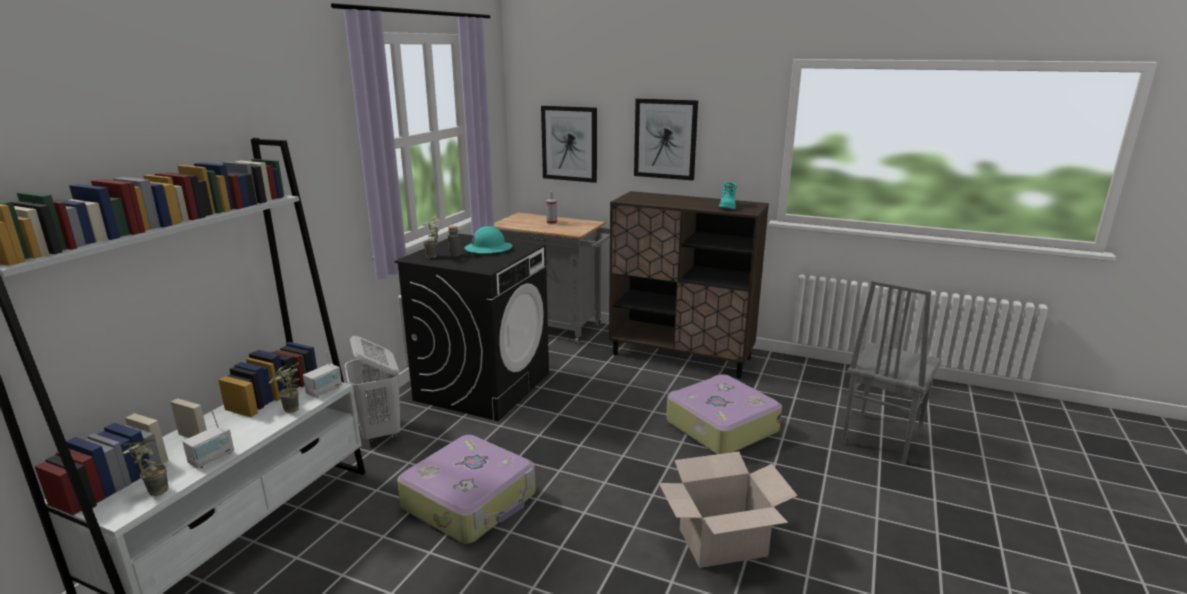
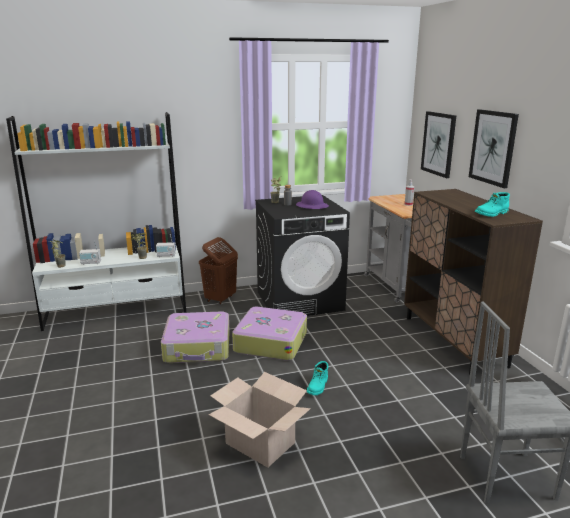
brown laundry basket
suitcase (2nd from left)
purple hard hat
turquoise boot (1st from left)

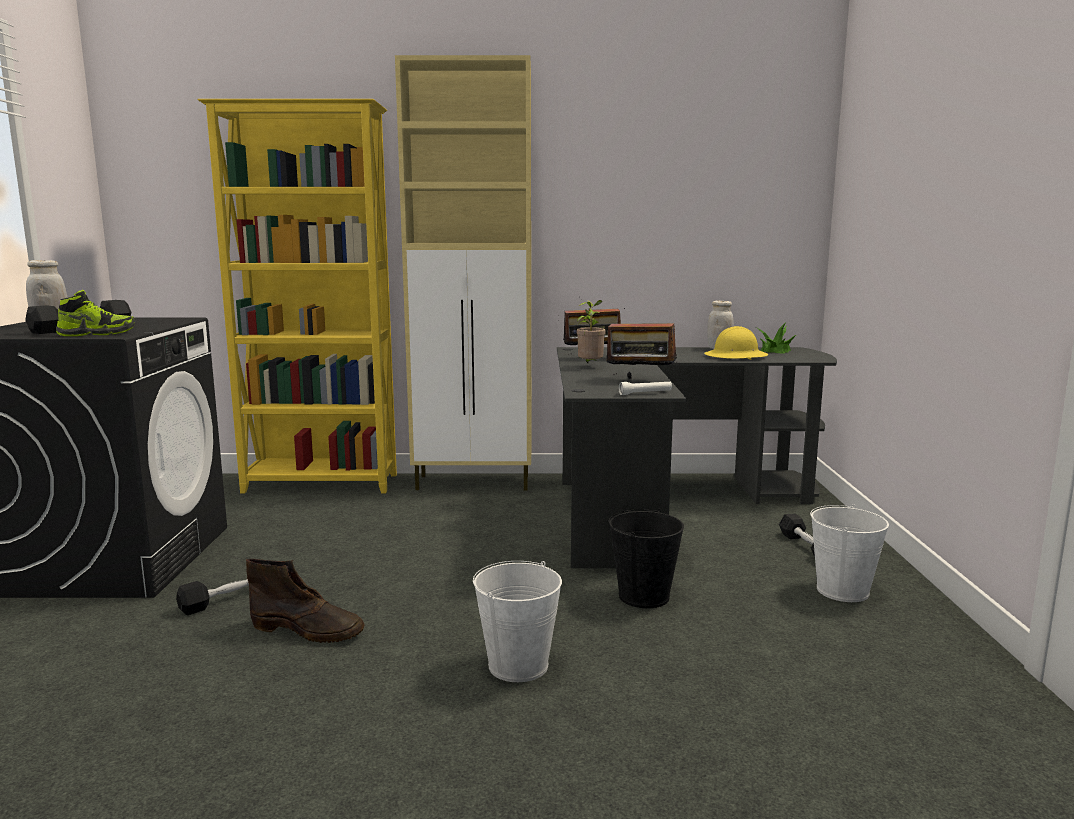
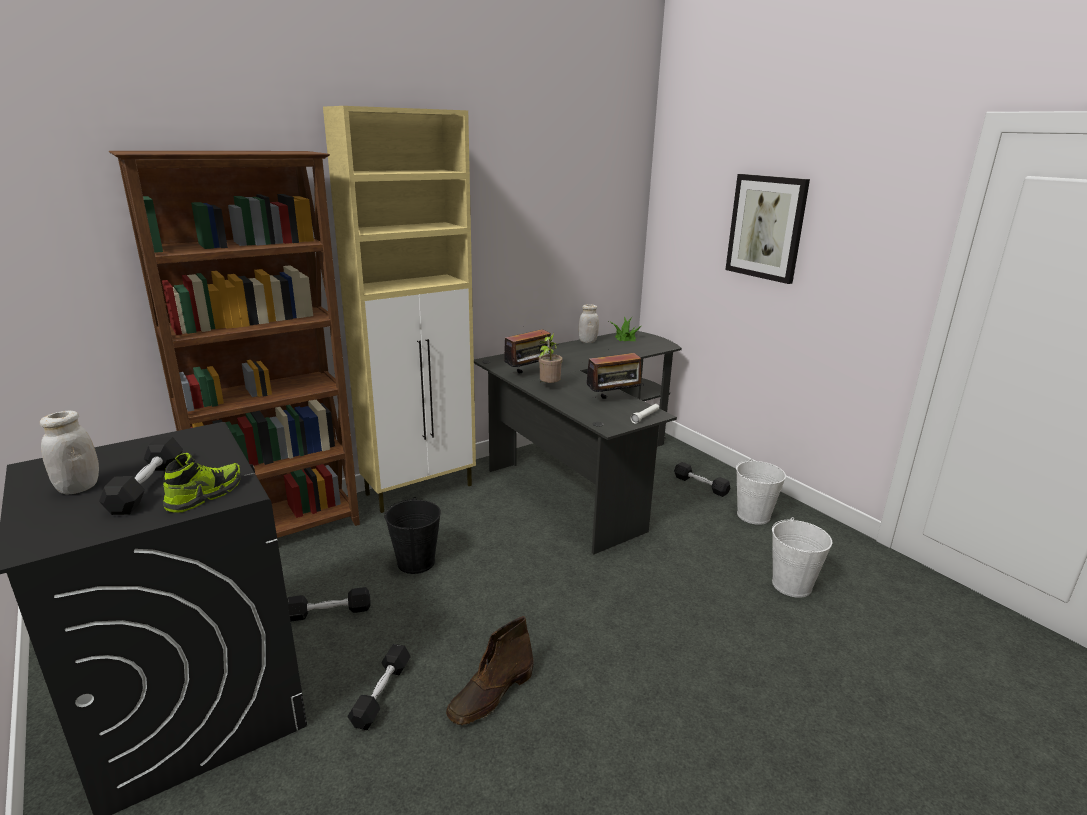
brown bookcase
black dumbbell (2nd from left)
black bucket
brown boot
picture
white bucket (2nd from left)
yellow hard hat

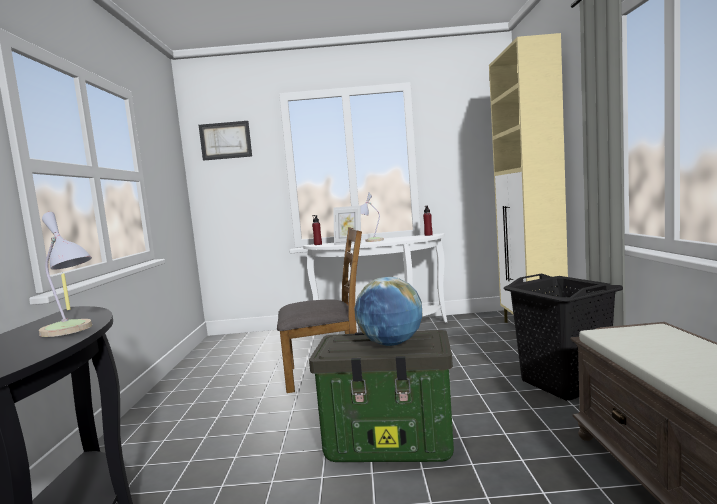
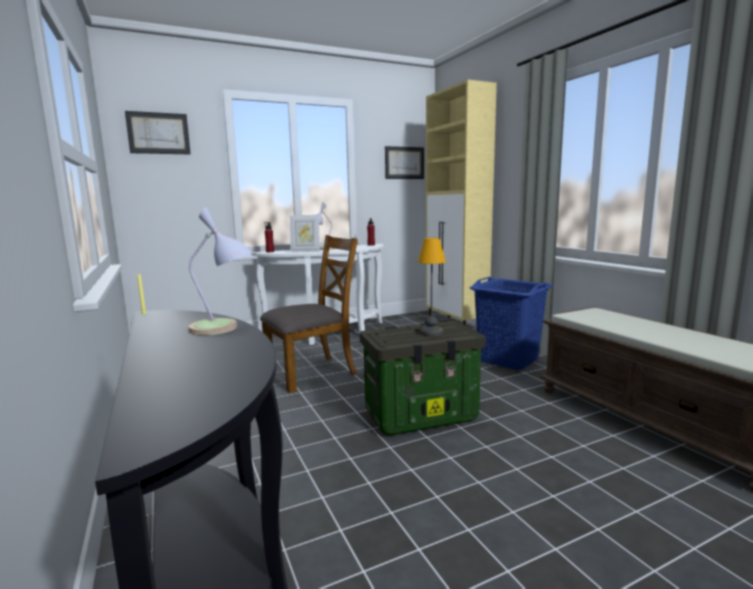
picture (2nd from left)
table lamp (3rd from left)
blue laundry basket

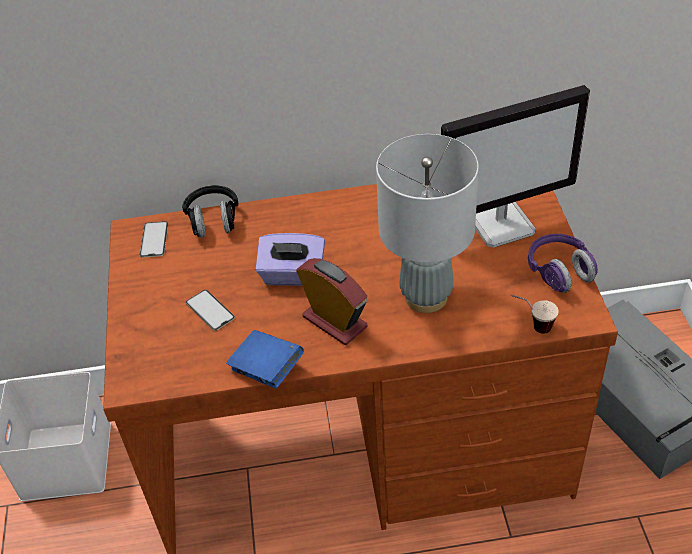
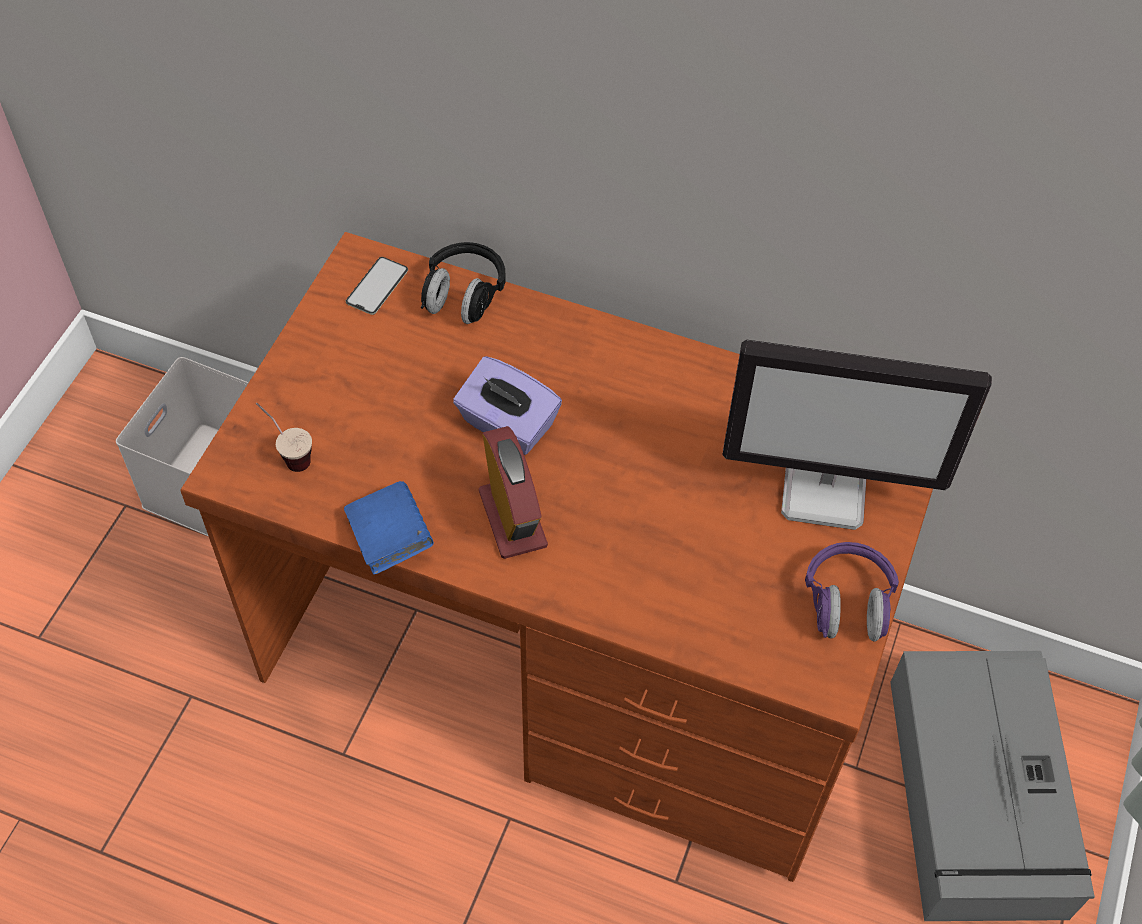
cup
phone (2nd from left in the first image)
grey table lamp

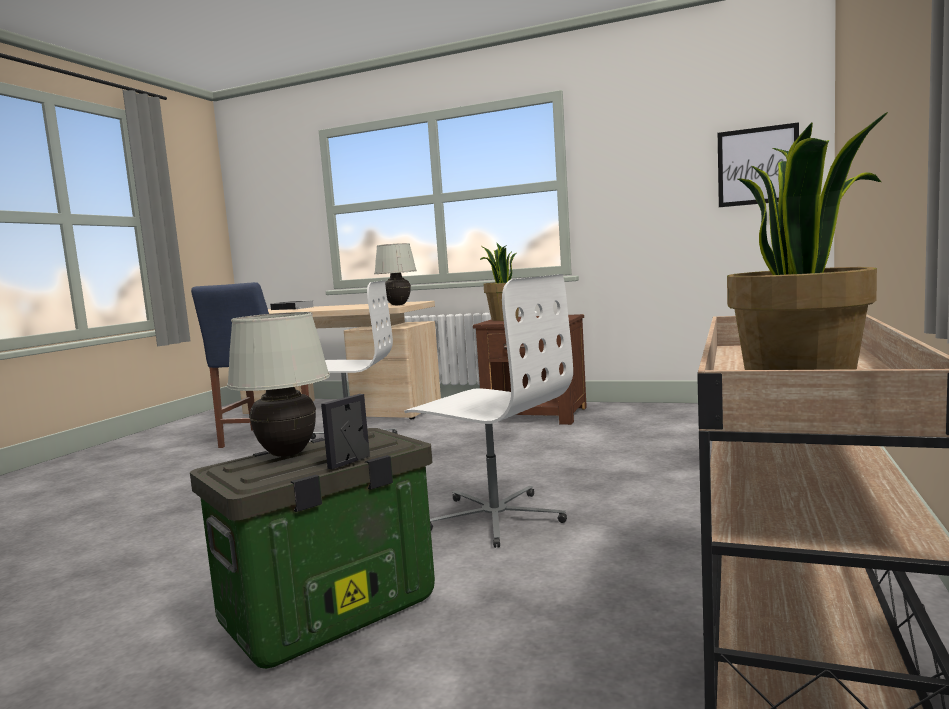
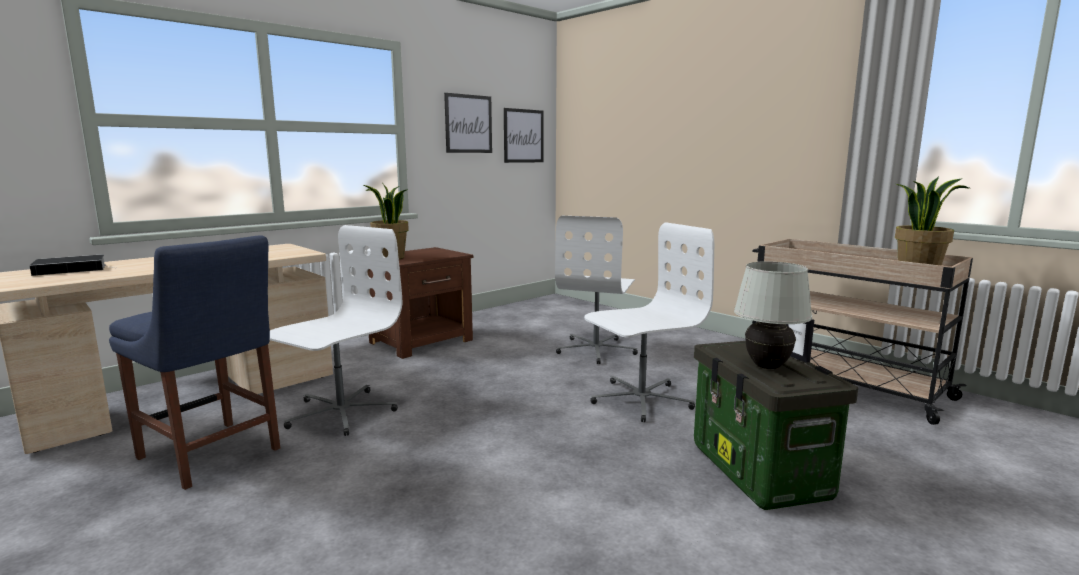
picture (1st from left)
white office chair (2nd from left)
white table lamp (2nd from left in the first image)

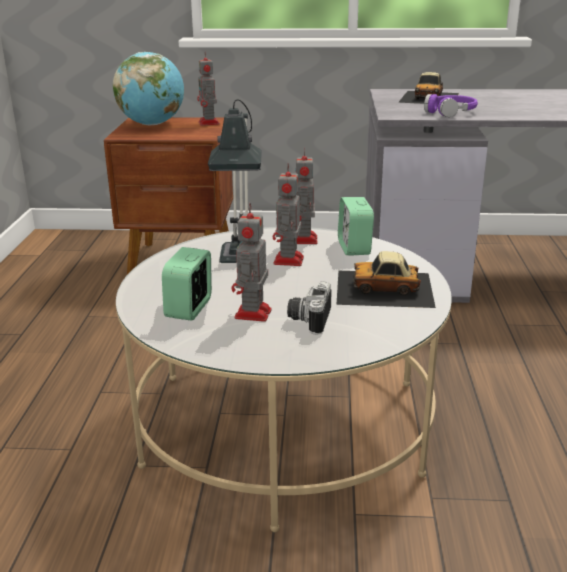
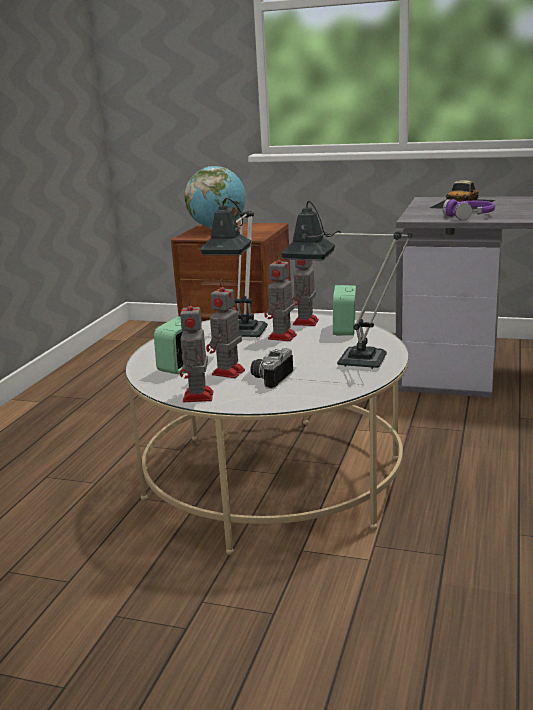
toy robot (1st from left)
table lamp (2nd from left)

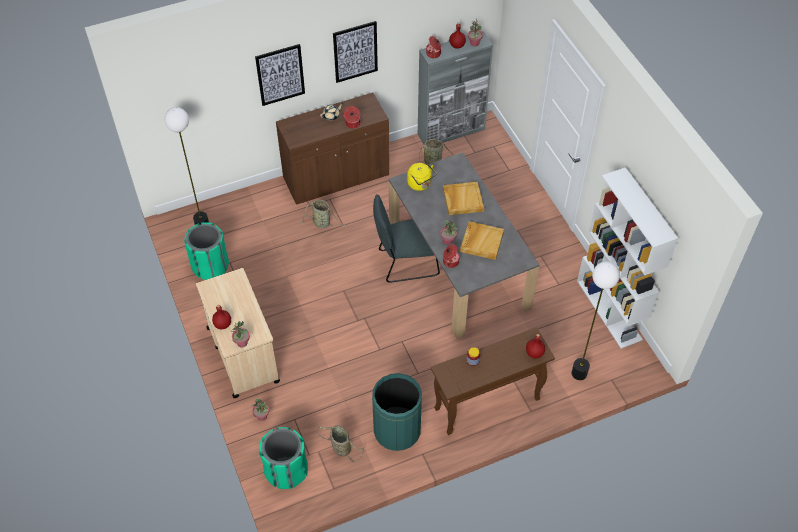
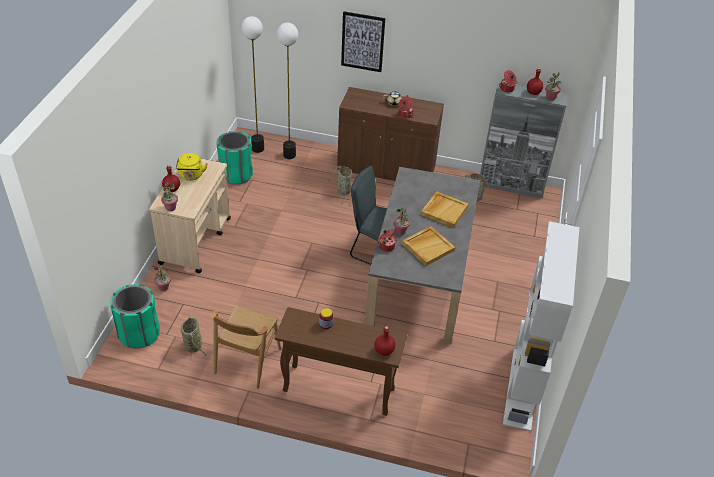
yellow kettle
brown chair
floor lamp (2nd from left)
picture (2nd from left in the first image)

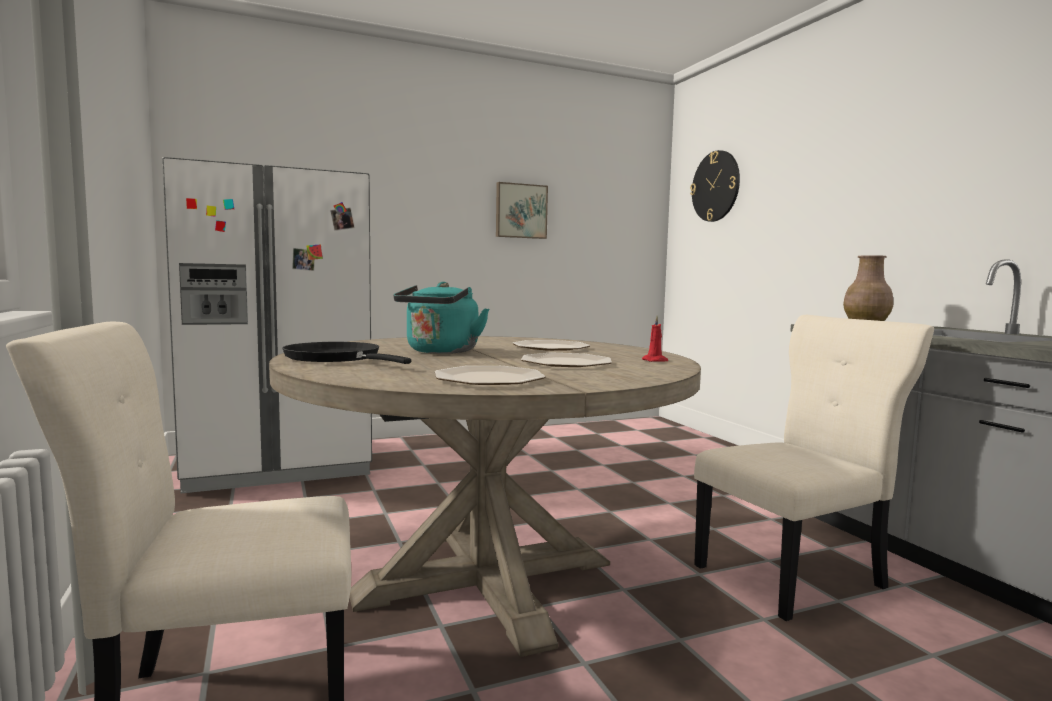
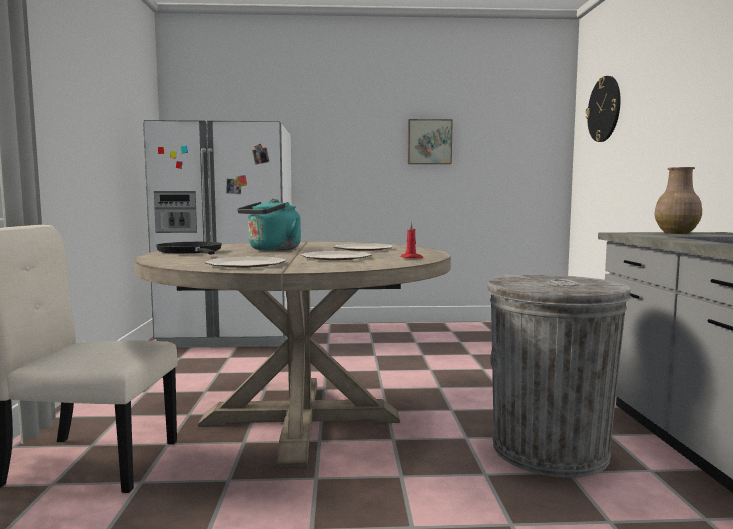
grey trash can

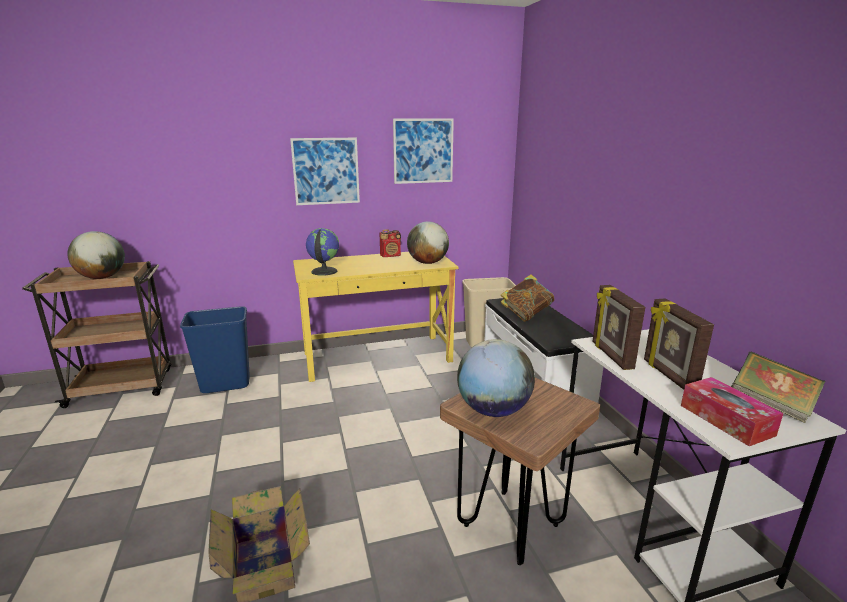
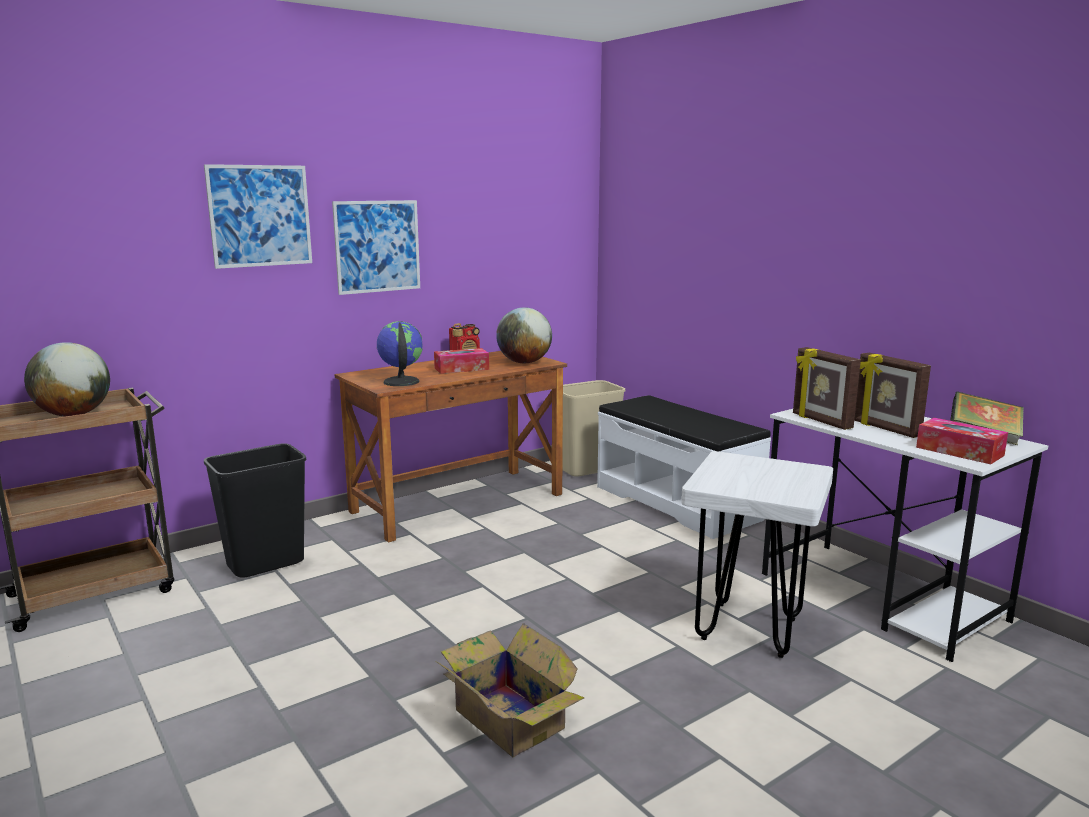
picture (1st from left)
black trash can
brown desk
tissue box (1st from left)
white stool
globe (4th from left in the first image)
book (1st from left in the first image)

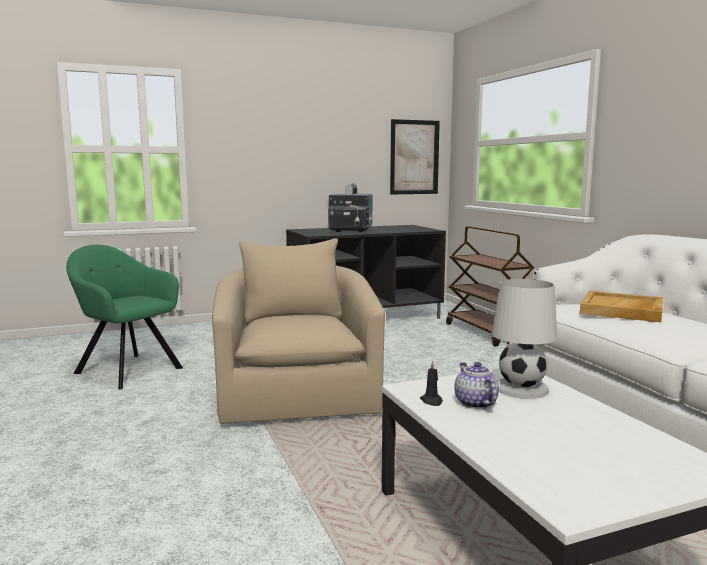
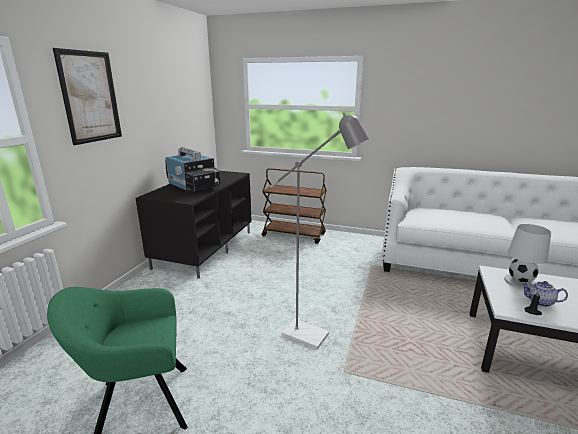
picture
grey floor lamp
beige tray

